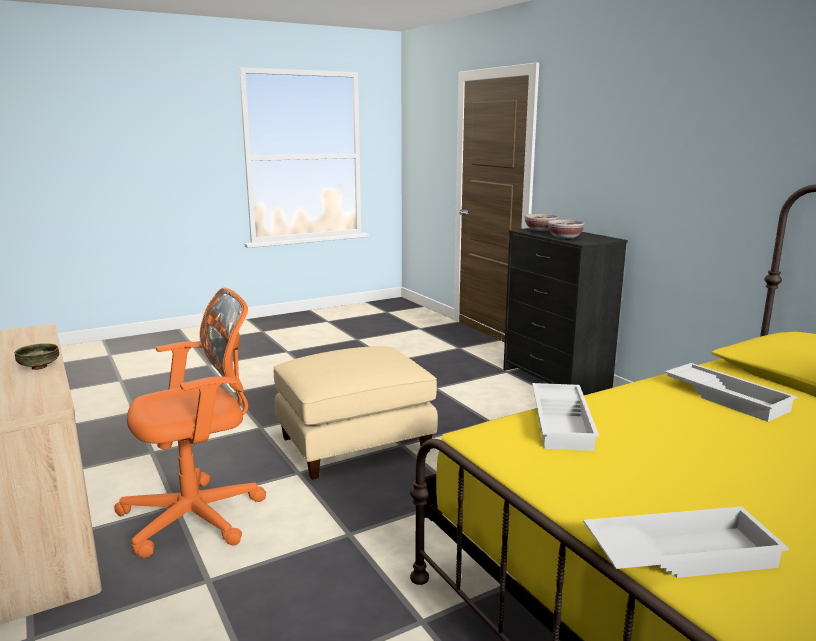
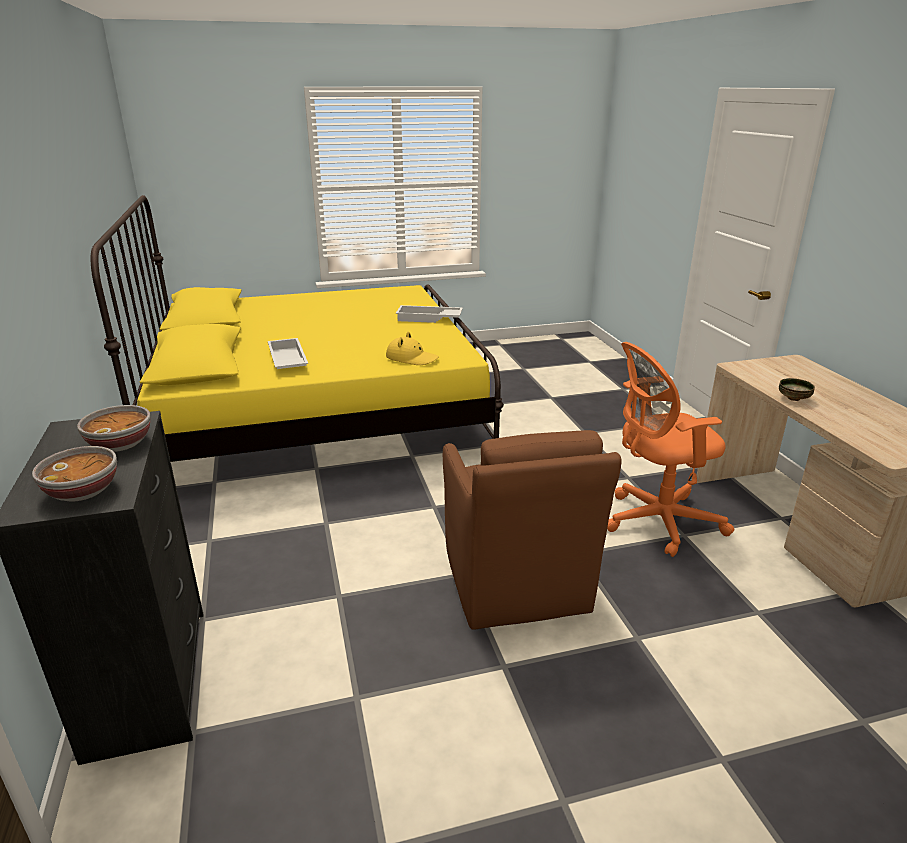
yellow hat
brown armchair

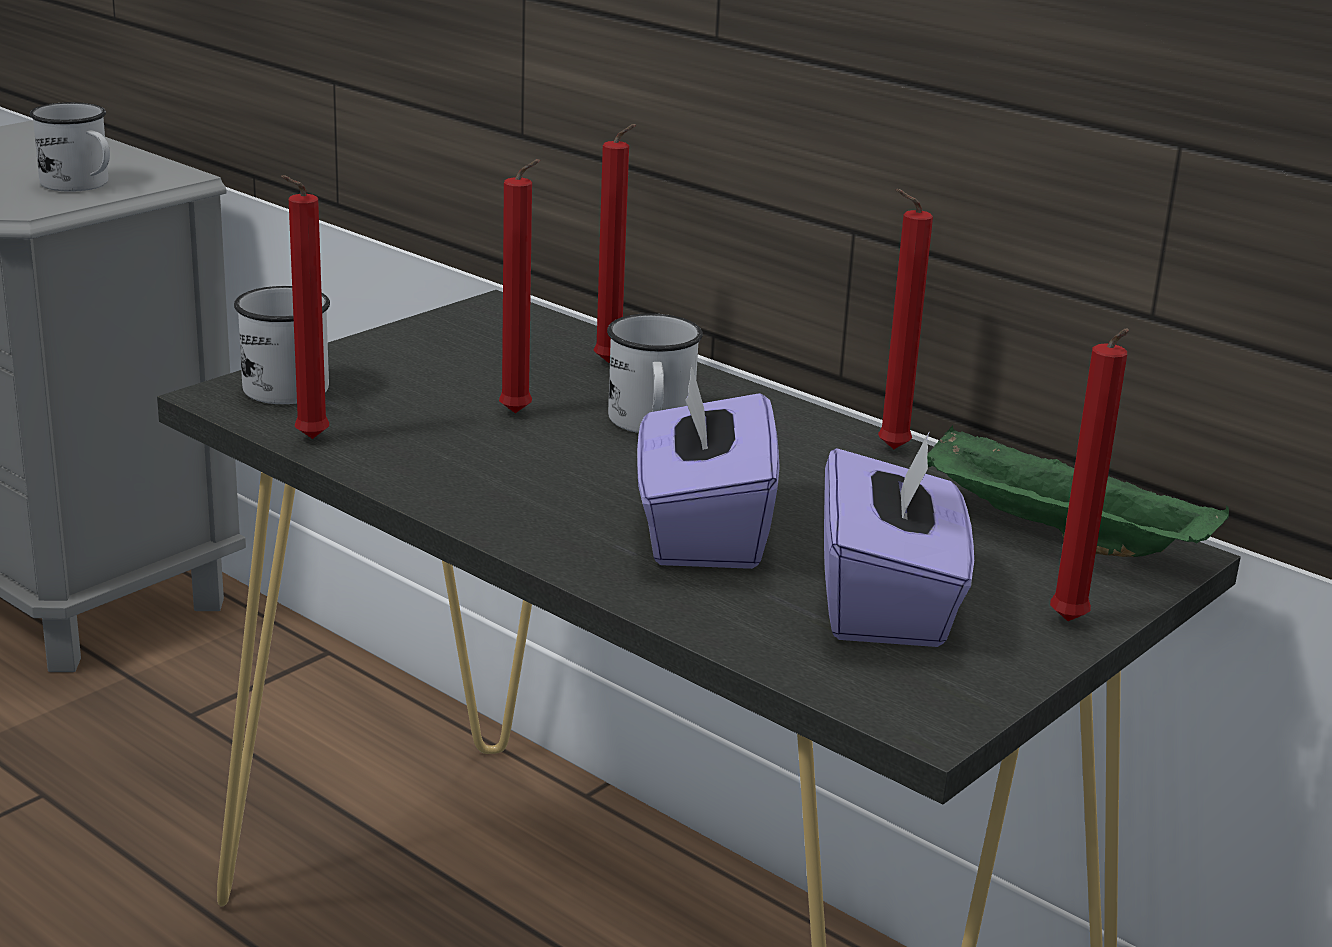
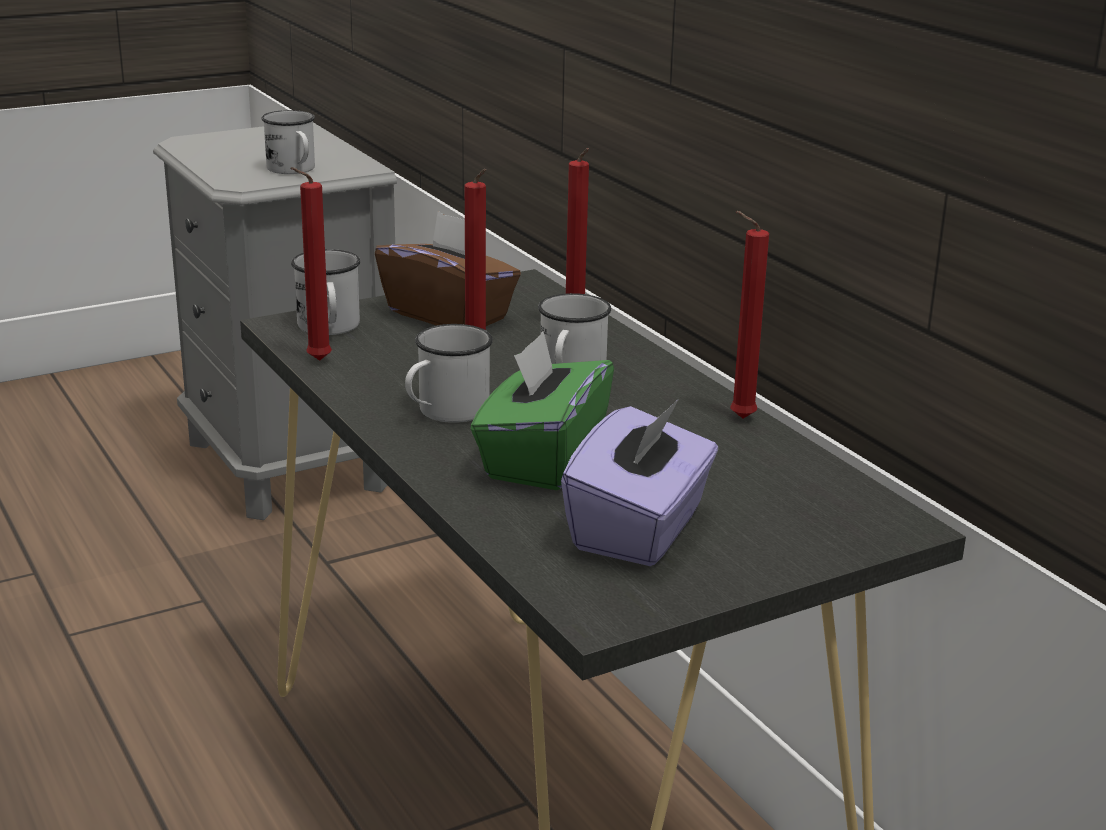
brown tissue box
white mug (3rd from left)
green tissue box
green tray
red candle (5th from left in the first image)

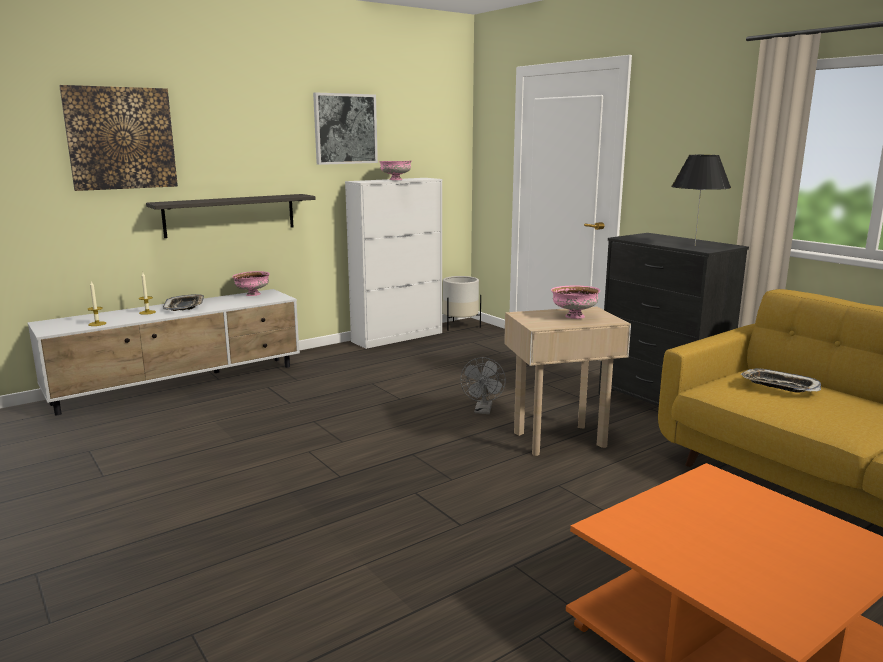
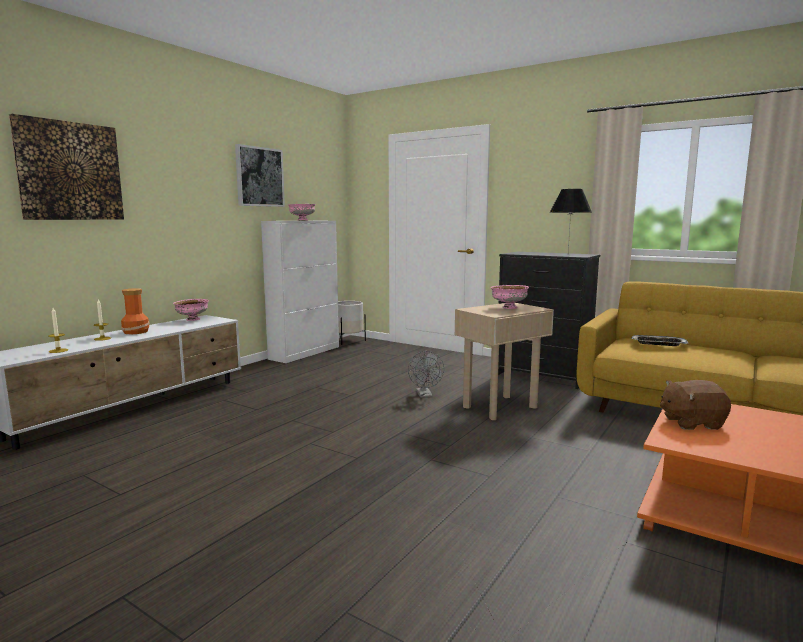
vase
brown plush toy
shelf

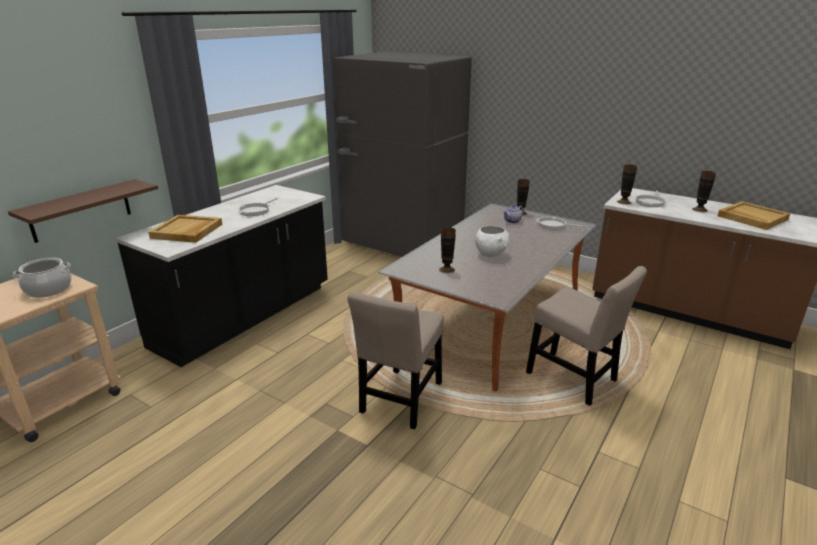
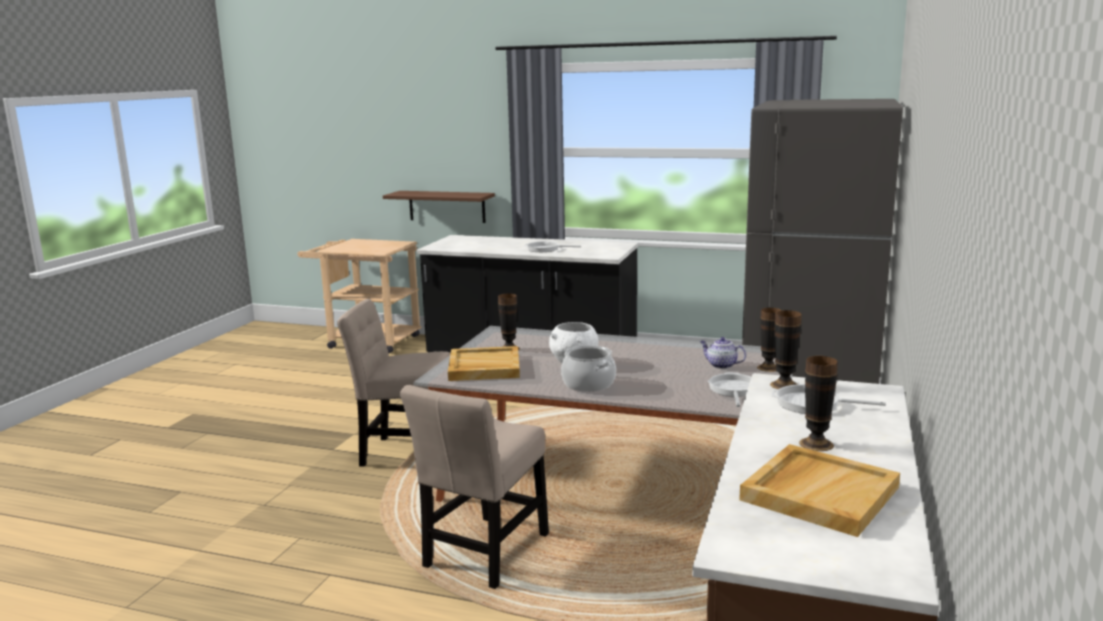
beige tray (1st from left)
cooking pot

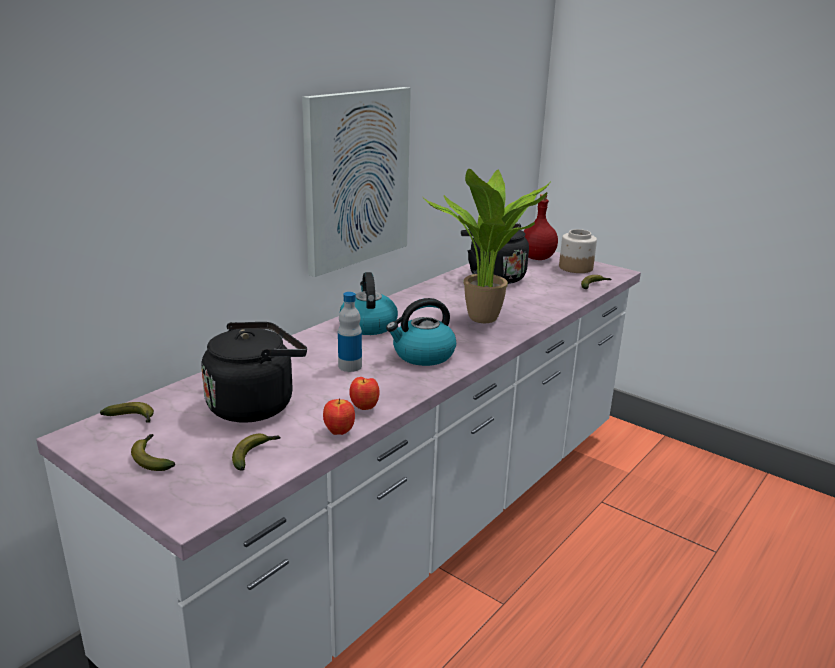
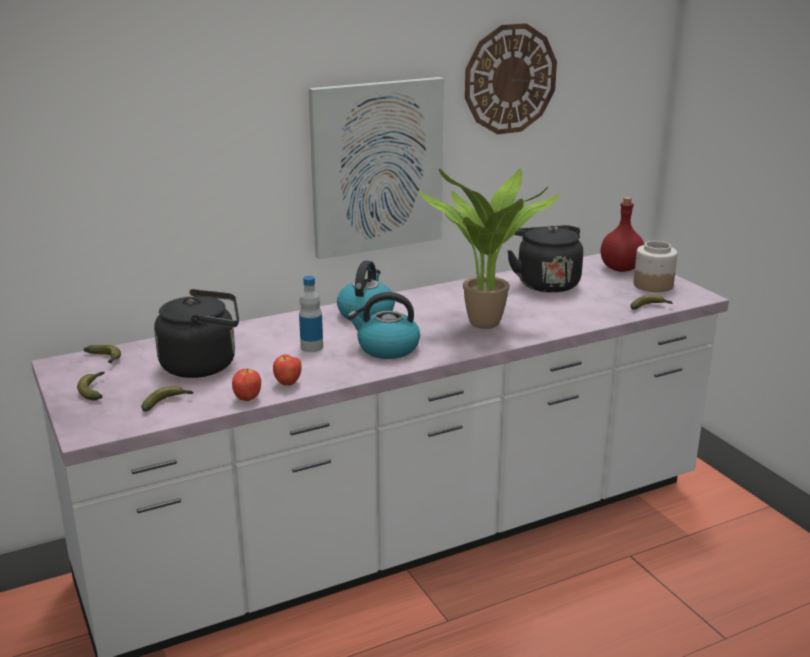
wall clock

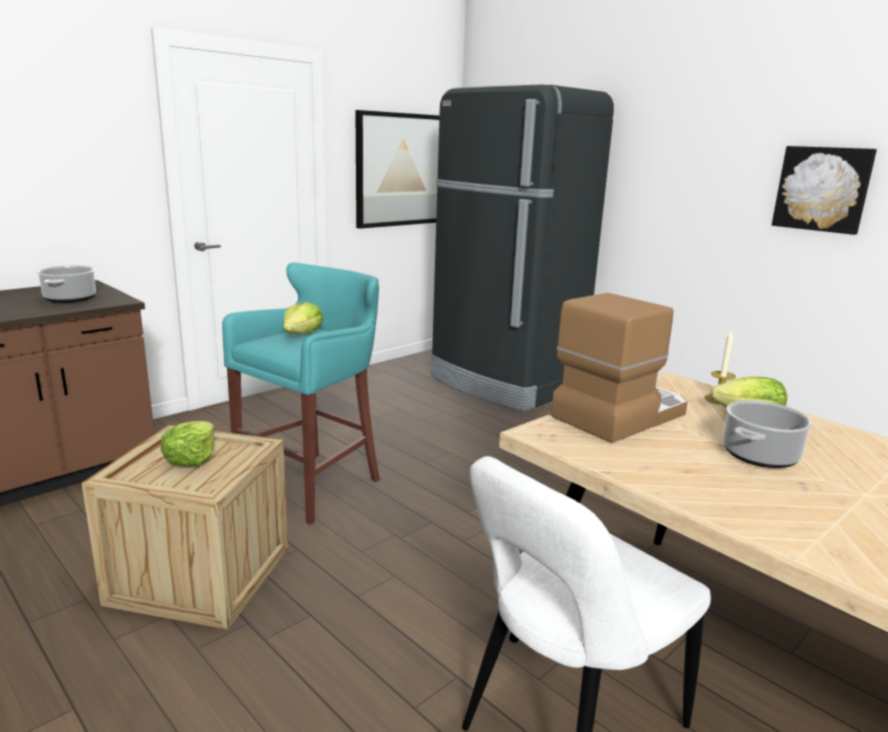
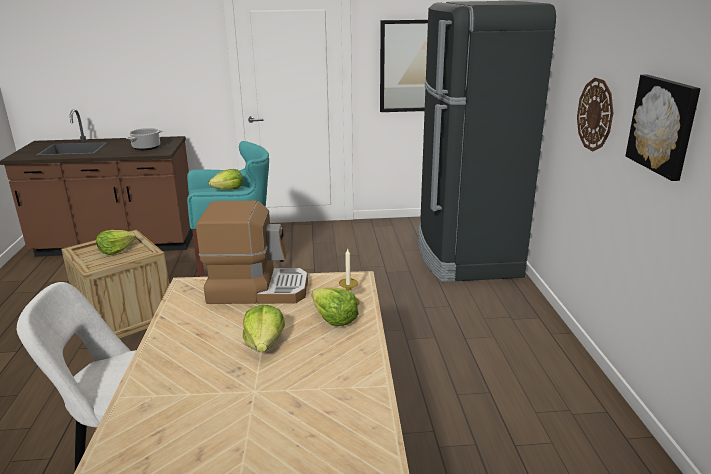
lettuce (3rd from left)
wall clock

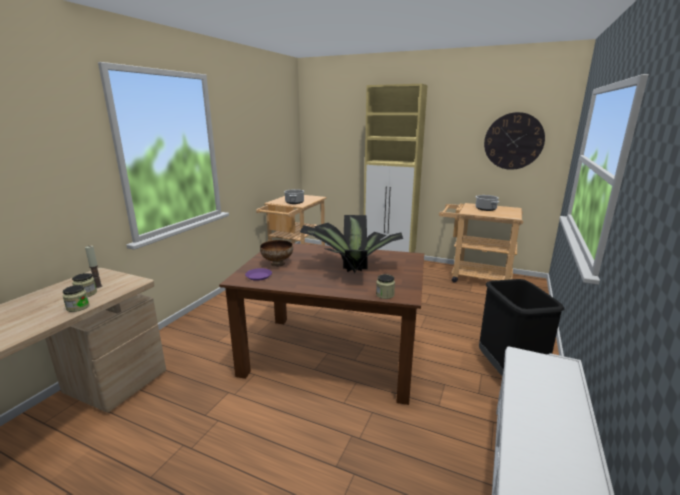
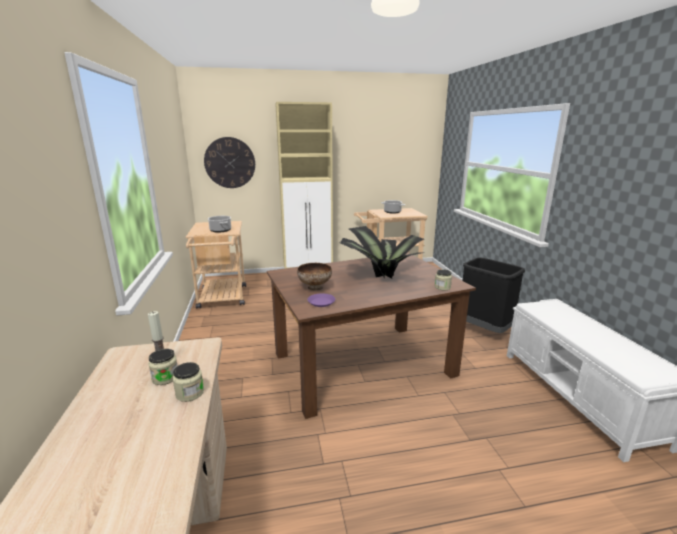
wall clock

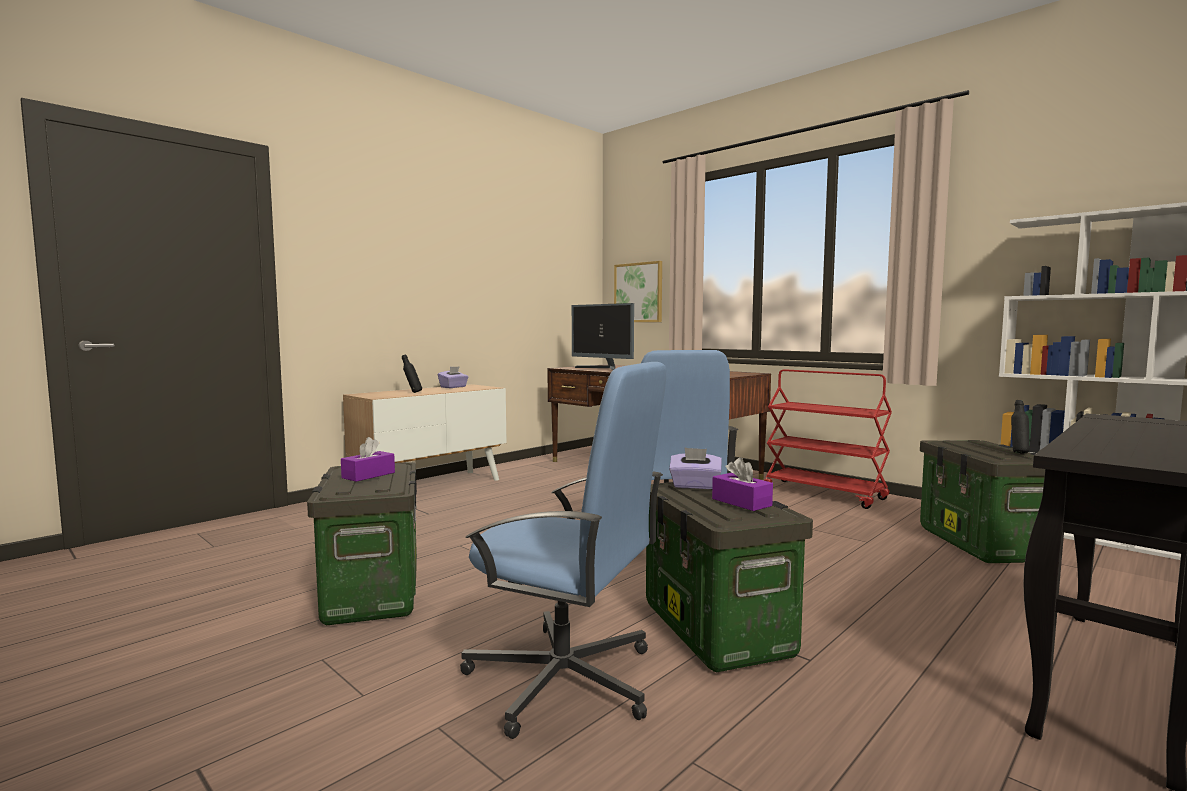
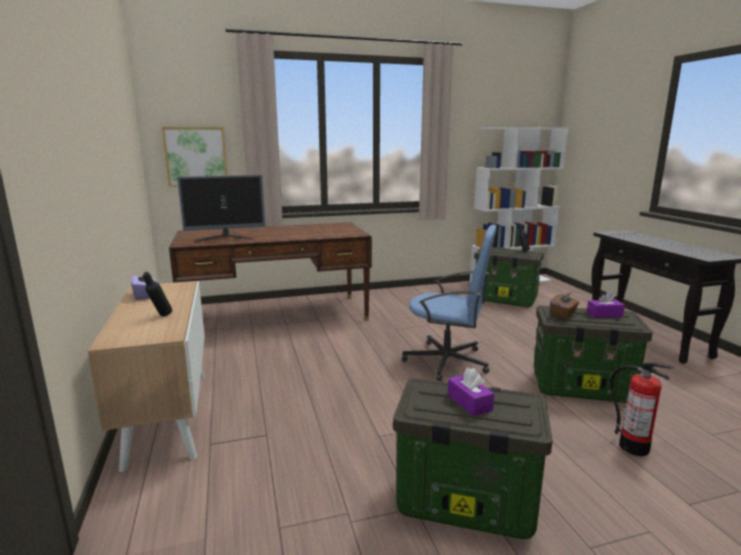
brown tissue box
fire extinguisher
red cart

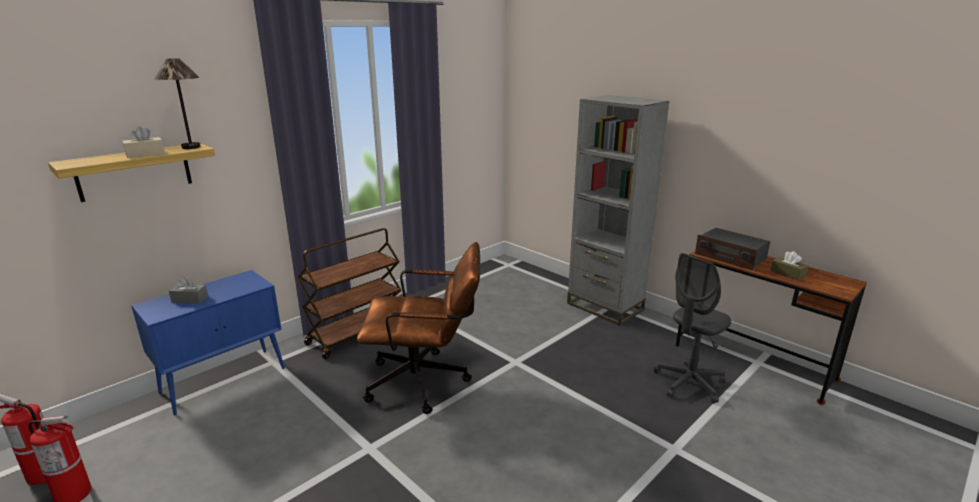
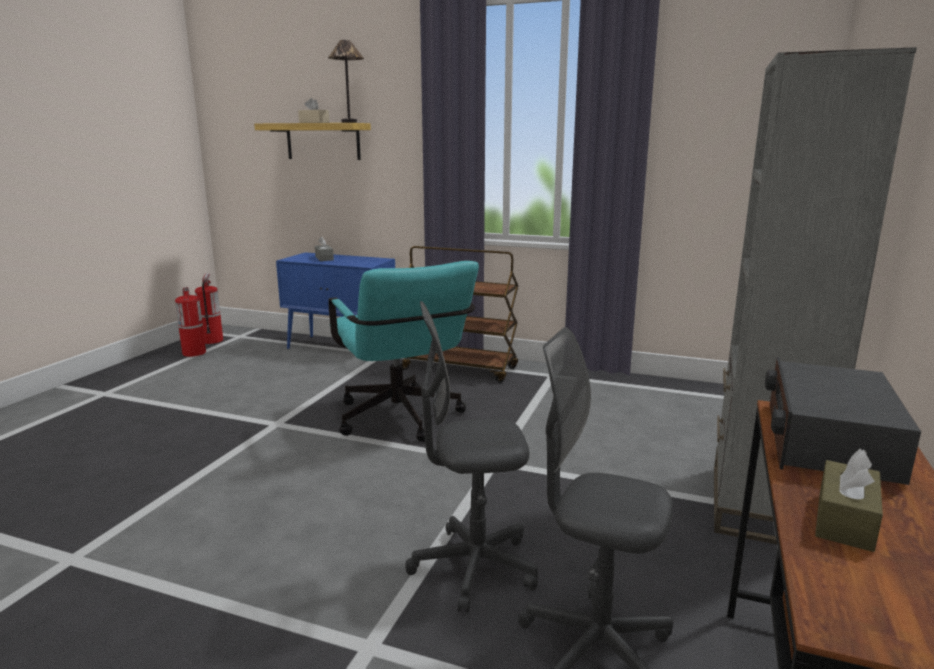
turquoise office chair
grey office chair (1st from left)

